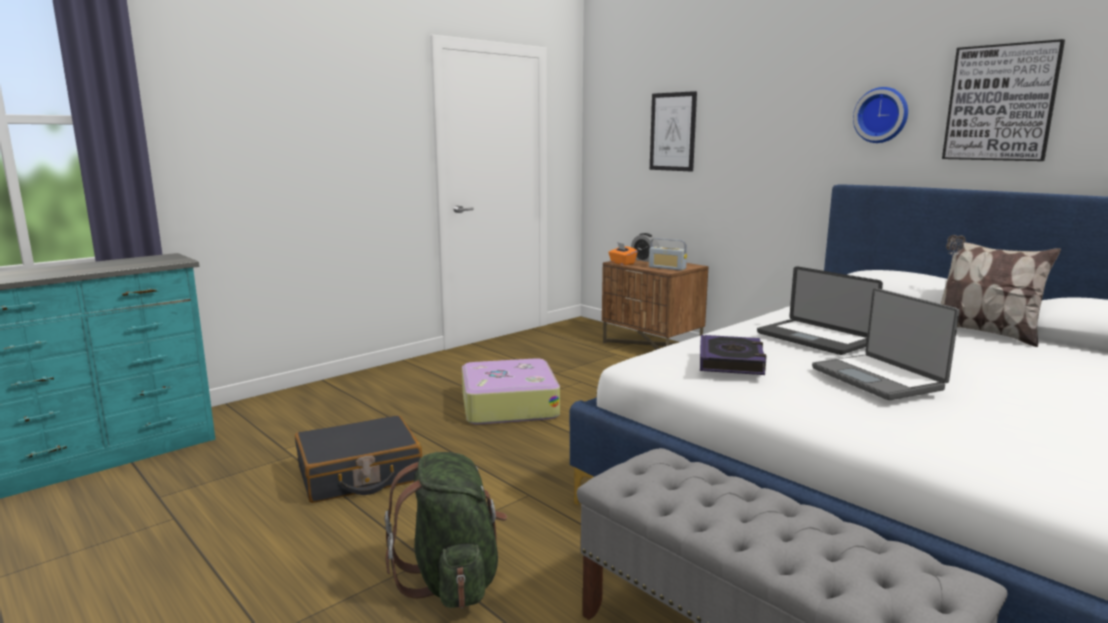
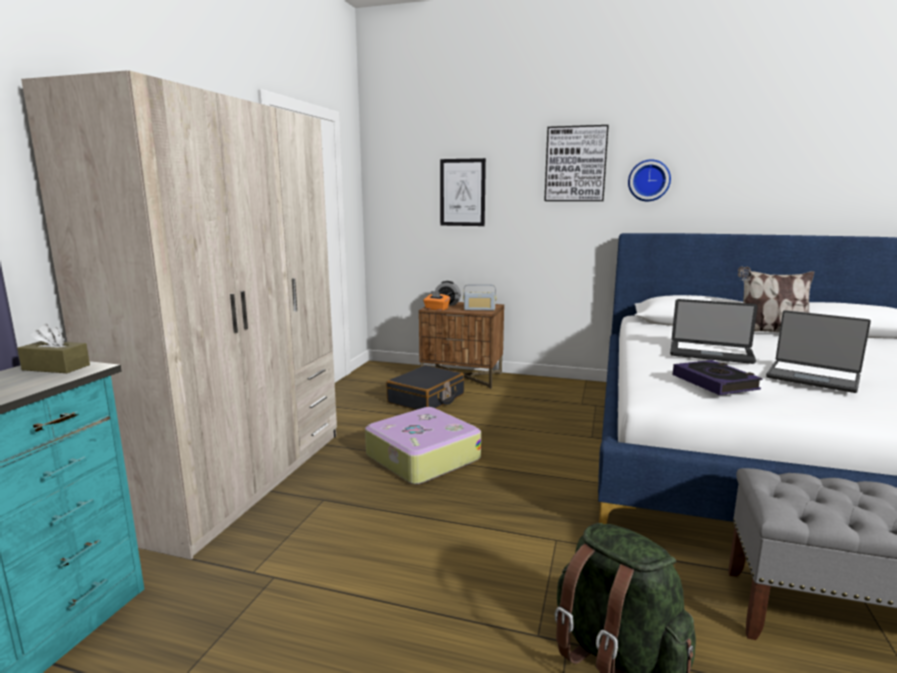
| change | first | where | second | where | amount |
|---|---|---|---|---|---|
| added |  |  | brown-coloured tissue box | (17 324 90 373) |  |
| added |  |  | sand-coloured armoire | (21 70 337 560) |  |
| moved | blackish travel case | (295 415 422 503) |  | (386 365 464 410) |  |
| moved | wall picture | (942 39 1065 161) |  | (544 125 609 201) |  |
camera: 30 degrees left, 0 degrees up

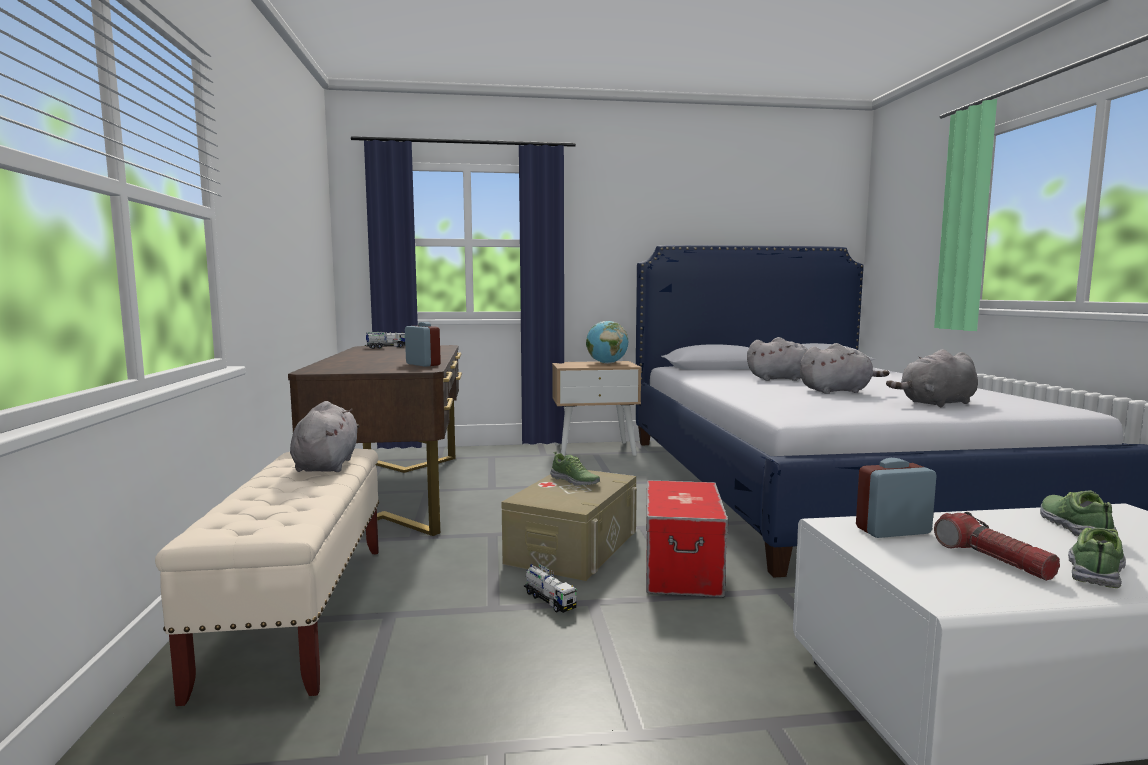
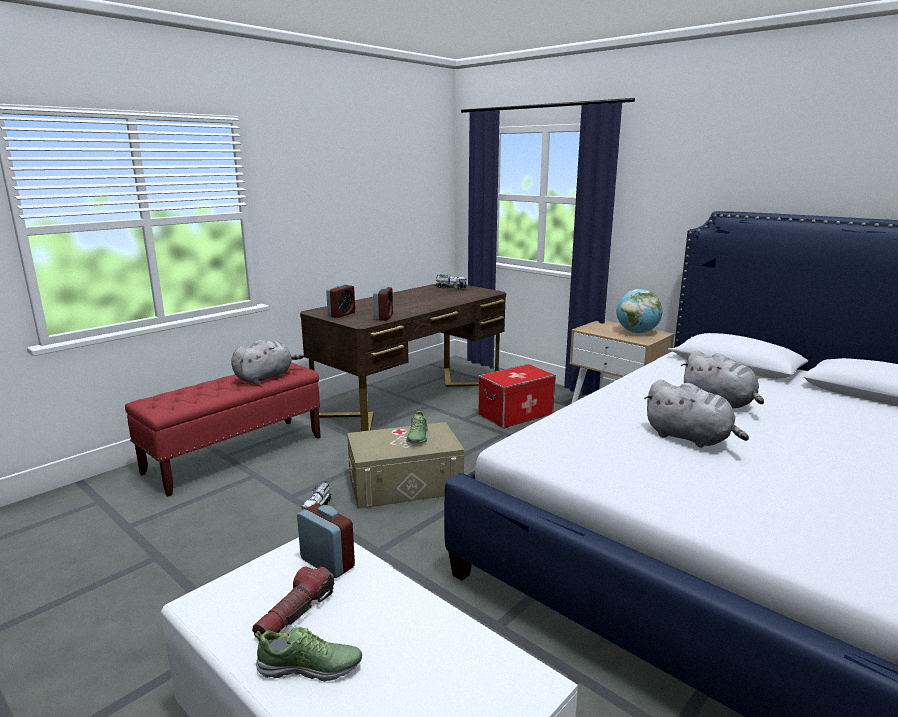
| change | first | where | second | where | amount |
|---|---|---|---|---|---|
| recoloured | sand-coloured indoor bench | (155 448 379 706) | red-coloured indoor bench | (125 362 321 496) |  |
| added |  |  | alarm clock | (326 284 355 318) |  |
| moved | storage bin | (646 480 728 597) |  | (478 364 556 428) |  |
| removed | grey soft toy | (886 349 978 407) |  |  |  |
| removed | low shoe | (1040 490 1117 536) |  |  |  |
camera: 50 degrees right, 10 degrees up

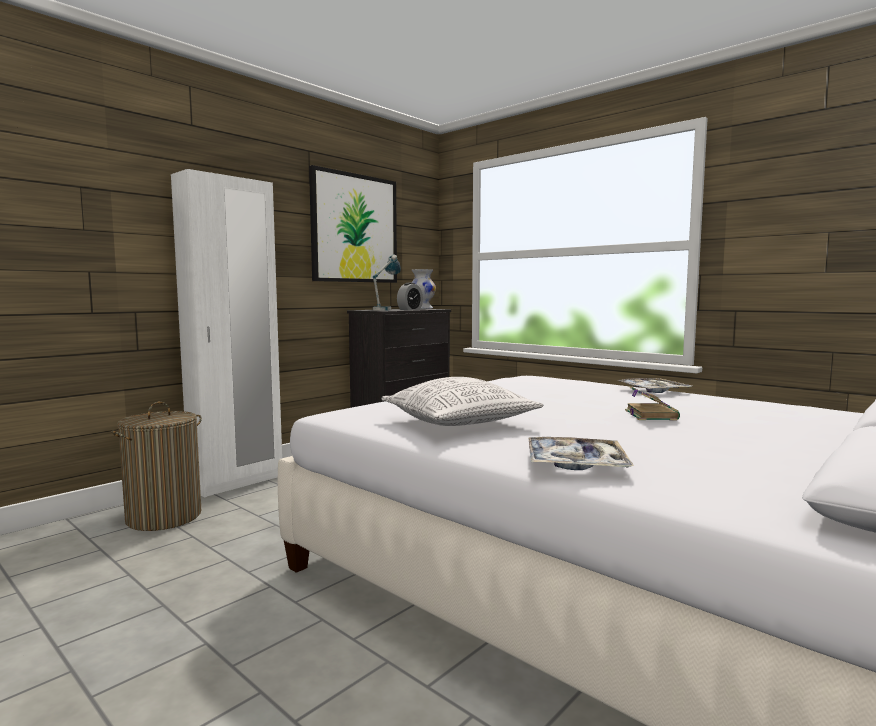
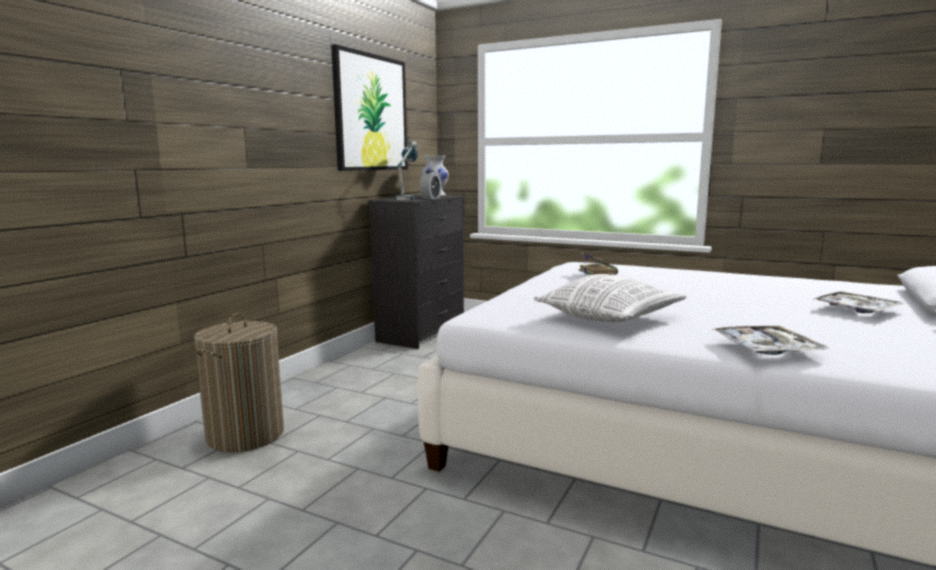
| change | first | where | second | where | amount |
|---|---|---|---|---|---|
| moved | book | (625 386 680 421) |  | (578 253 618 275) |  |
| moved | carrying tray | (617 378 692 393) |  | (812 291 903 313) |  |
| removed | whitish armoire | (171 169 282 497) |  |  |  |
camera: 15 degrees left, 5 degrees up

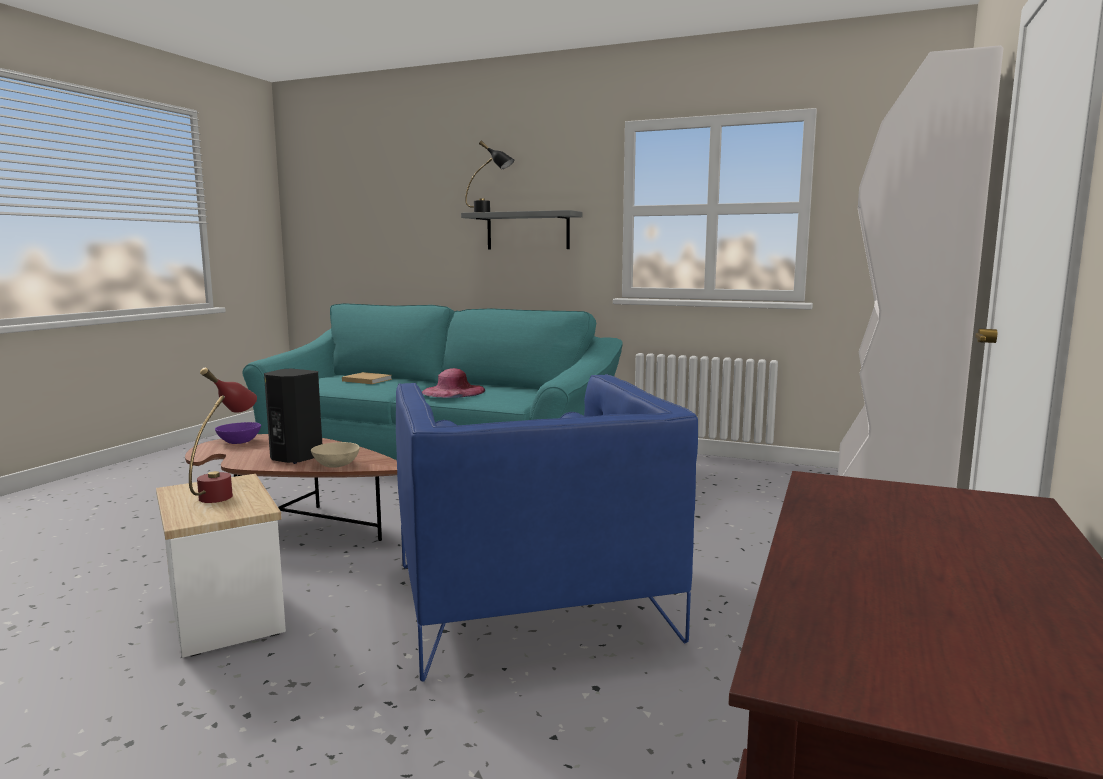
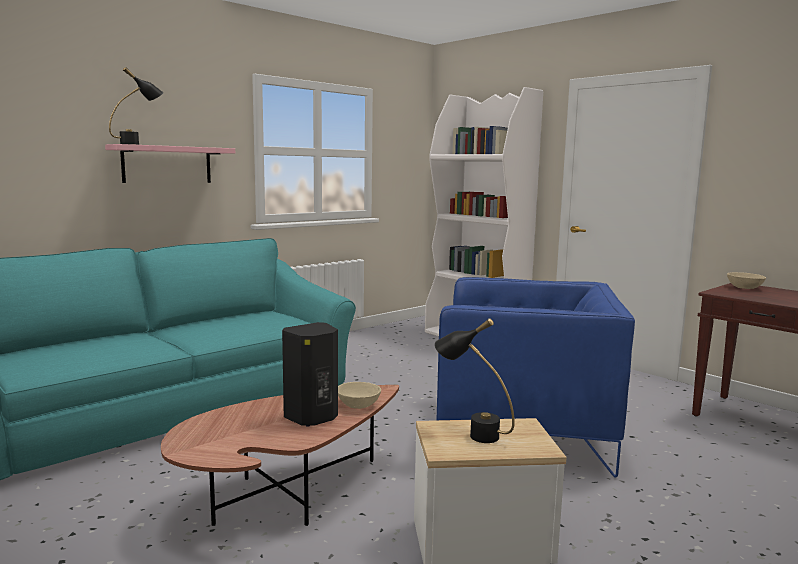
| change | first | where | second | where | amount |
|---|---|---|---|---|---|
| recoloured | grey bracket shelf | (461 210 583 249) | pinkish bracket shelf | (105 144 235 183) |  |
| recoloured | red-coloured lamp for a table | (189 368 257 503) | blackish lamp for a table | (434 318 515 443) |  |
| added |  |  | sand-coloured serving bowl | (727 272 766 289) |  |
| removed | purplish serving bowl | (215 422 261 444) |  |  |  |
| removed | sand-coloured book | (342 372 392 384) |  |  |  |
| removed | pinkish wearable hat | (422 368 485 398) |  |  |  |
camera: 65 degrees left, 0 degrees up

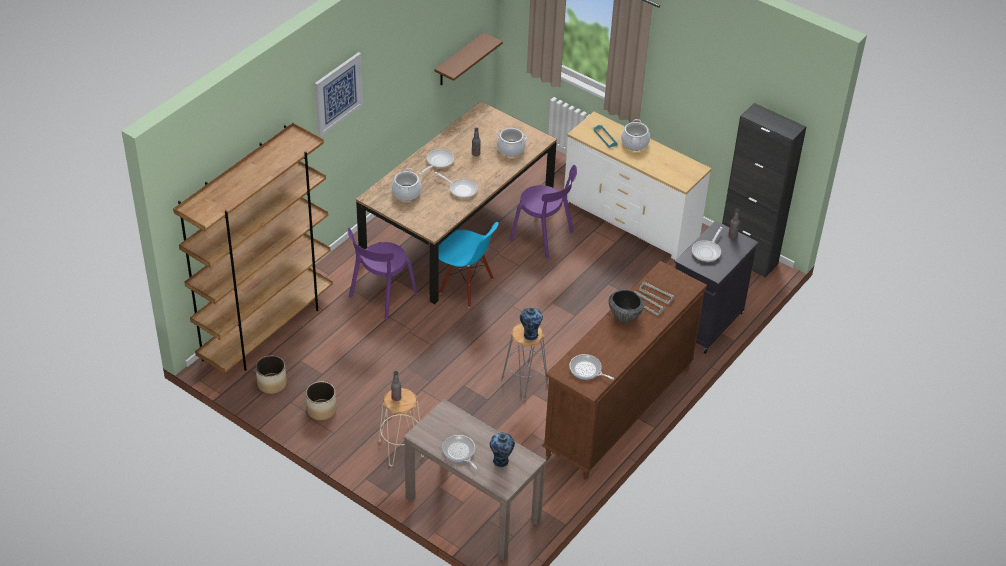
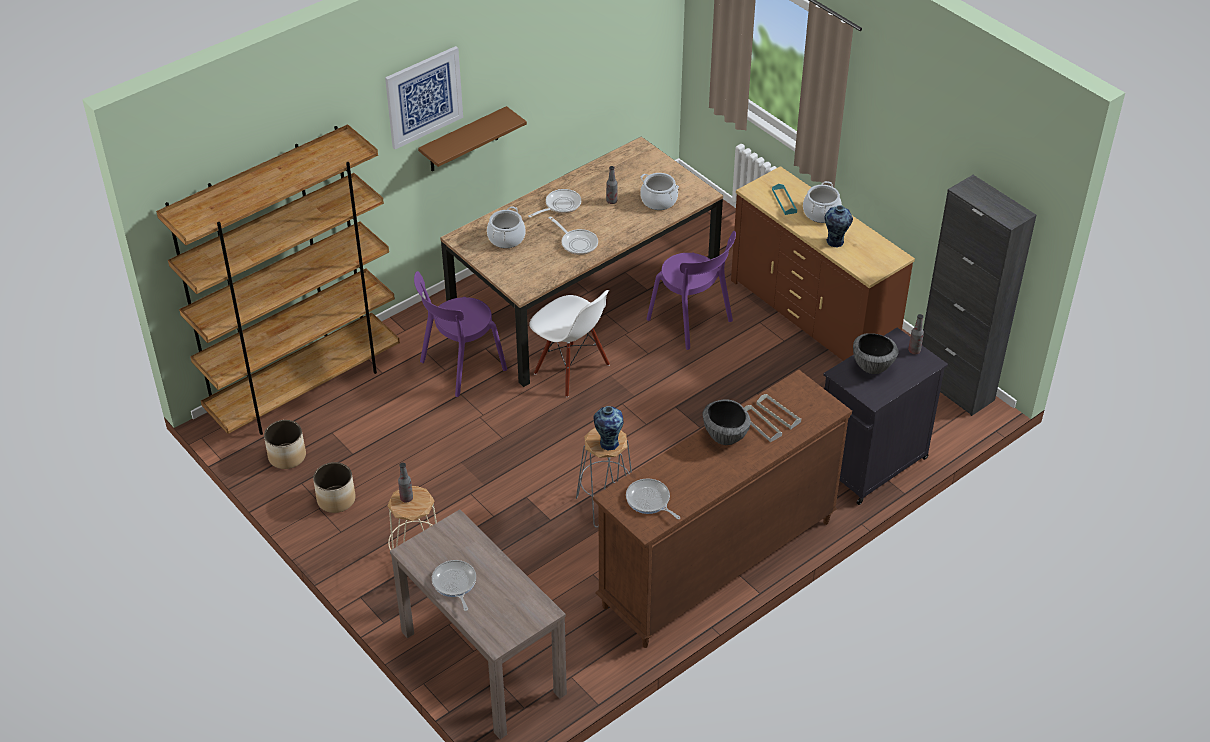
| change | first | where | second | where | amount |
|---|---|---|---|---|---|
| moved | brown-coloured bracket shelf | (435 33 503 85) |  | (418 106 527 171) |  |
| recoloured | blue-coloured upright chair | (439 222 499 308) | whitish upright chair | (529 290 610 397) |  |
| recoloured | whitish chest of drawers | (564 112 712 260) | brown-coloured chest of drawers | (731 166 915 361) |  |
| moved | vase | (490 432 515 467) |  | (825 205 853 248) |  |
| replaced | pan | (692 227 723 262) | serving bowl | (853 333 899 374) |  |
camera: 15 degrees right, 0 degrees up

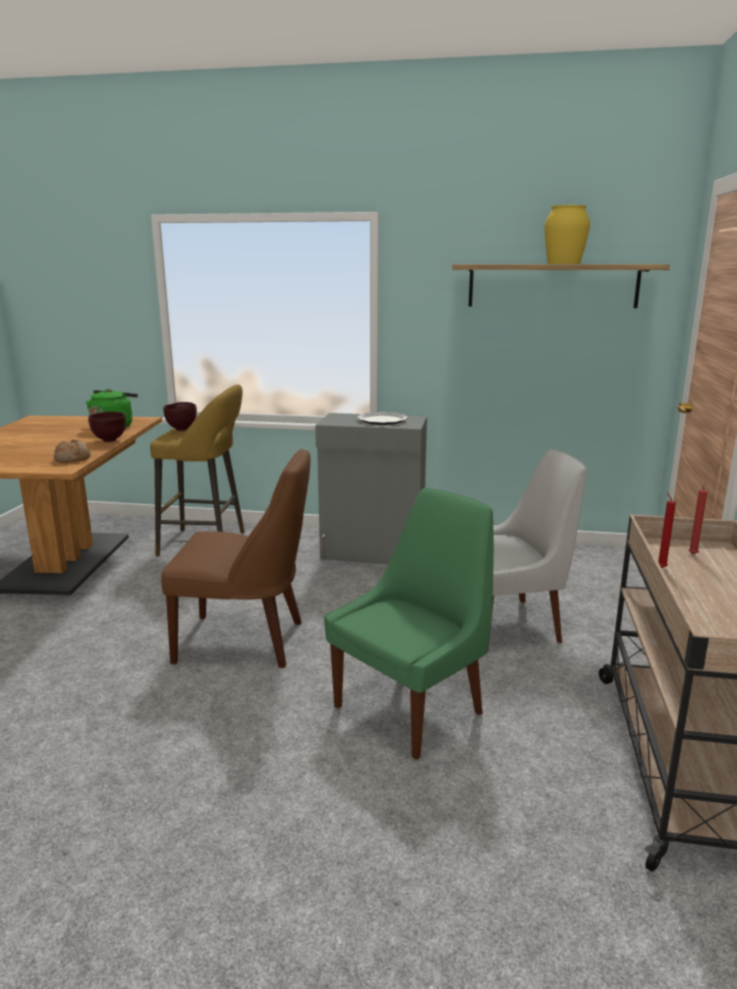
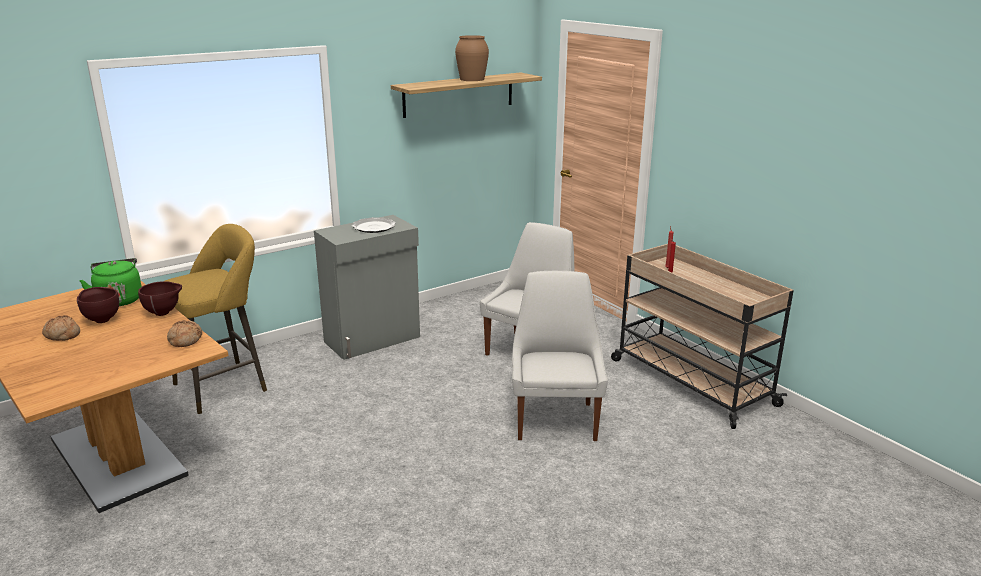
| change | first | where | second | where | amount |
|---|---|---|---|---|---|
| added |  |  | bread | (42 315 80 341) |  |
| moved | brown-coloured serving bowl | (163 402 197 431) |  | (77 287 119 323) |  |
| recoloured | yellow vase | (544 205 590 264) | brown-coloured vase | (455 35 489 81) |  |
| recoloured | green upright chair | (324 488 494 760) | whitish upright chair | (512 271 608 441) |  |
| removed | brown-coloured upright chair | (161 449 310 668) |  |  |  |
camera: 45 degrees left, 5 degrees up

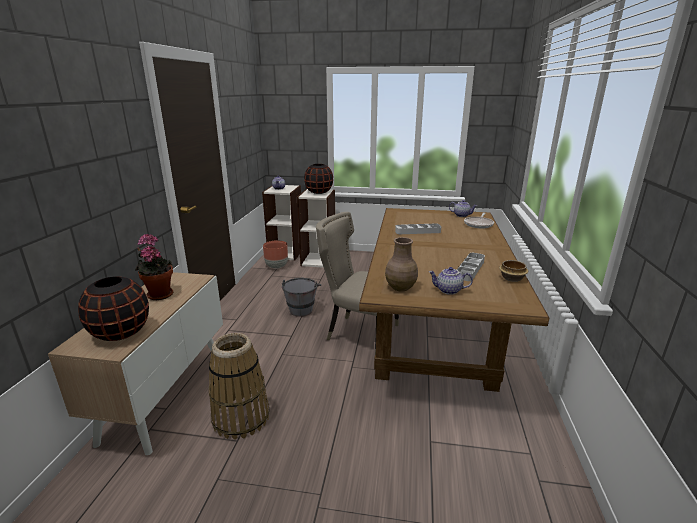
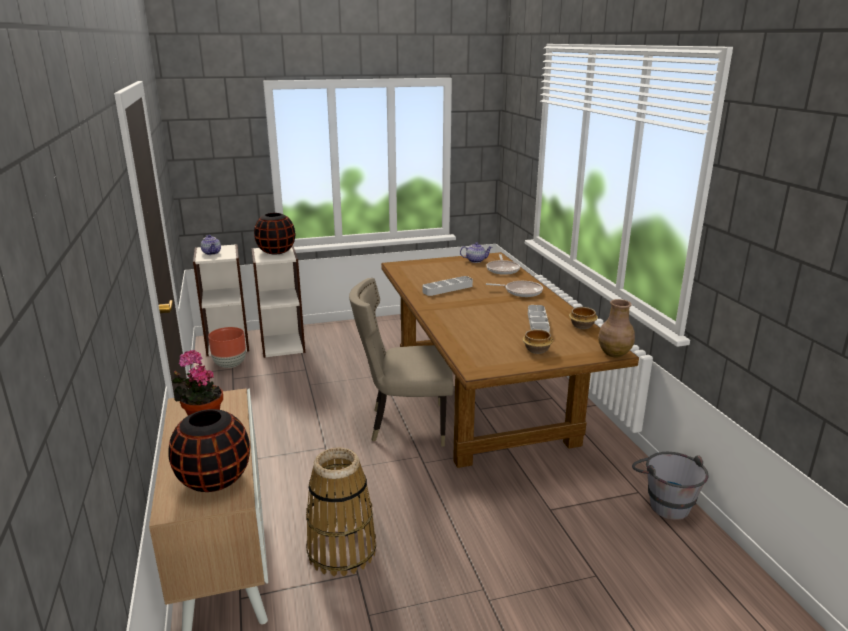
| change | first | where | second | where | amount |
|---|---|---|---|---|---|
| added |  |  | pan | (486 281 543 297) |  |
| replaced | pot for tea | (429 267 473 295) | serving bowl | (522 329 553 354) |  |
| moved | brown-coloured vase | (385 237 418 292) |  | (598 299 635 357) |  |
| moved | grey water bucket | (282 278 321 317) |  | (632 452 708 520) |  |
camera: 25 degrees left, 0 degrees up

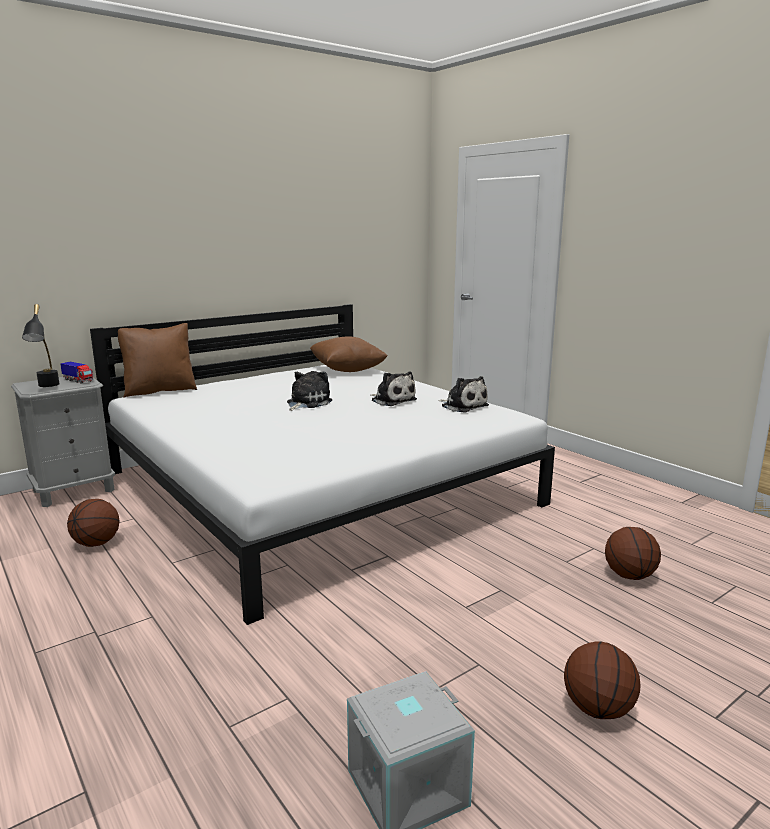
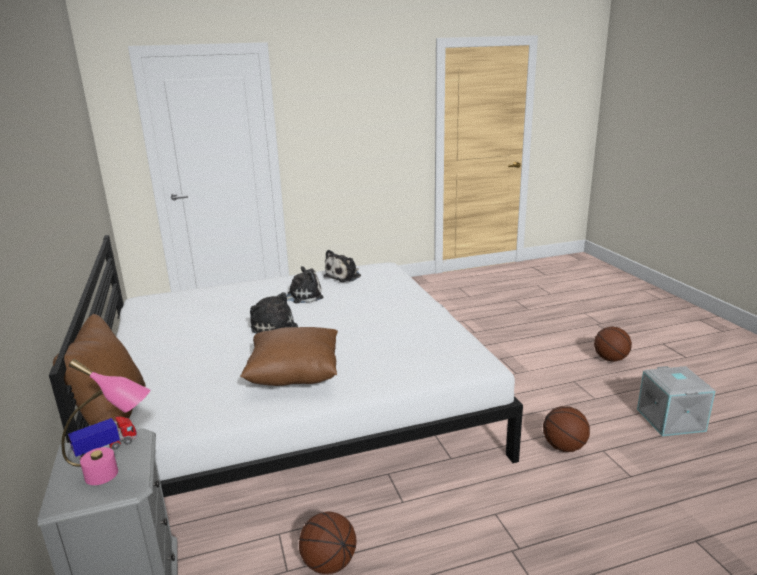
| change | first | where | second | where | amount |
|---|---|---|---|---|---|
| recoloured | blackish lamp for a table | (22 304 60 387) | pinkish lamp for a table | (61 359 150 485) |  |
| moved | brown-coloured pillow | (310 337 387 372) |  | (240 327 338 386) |  |
| turned | soft toy | (438 376 489 413) |  | (323 250 361 282) | 150 degrees clockwise |
| moved | basketball ball | (605 527 661 580) |  | (543 406 590 452) |  |
camera: 70 degrees left, 5 degrees up

